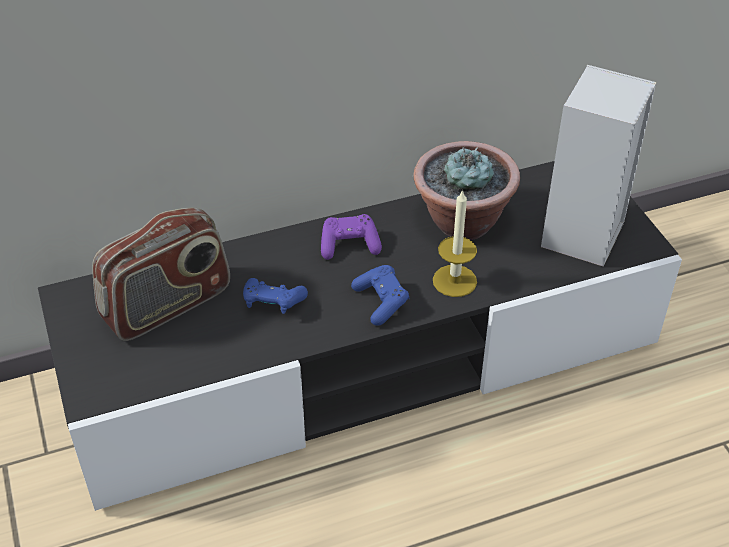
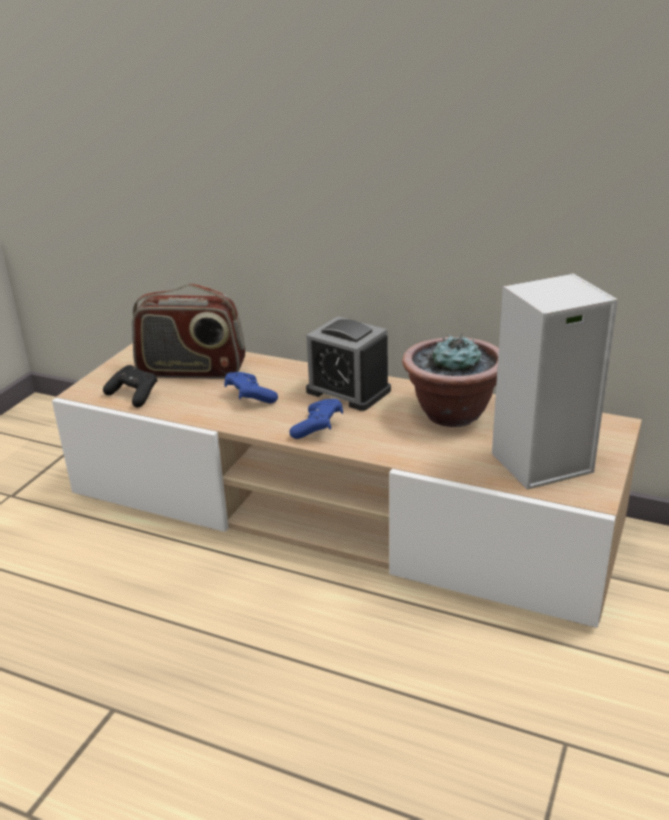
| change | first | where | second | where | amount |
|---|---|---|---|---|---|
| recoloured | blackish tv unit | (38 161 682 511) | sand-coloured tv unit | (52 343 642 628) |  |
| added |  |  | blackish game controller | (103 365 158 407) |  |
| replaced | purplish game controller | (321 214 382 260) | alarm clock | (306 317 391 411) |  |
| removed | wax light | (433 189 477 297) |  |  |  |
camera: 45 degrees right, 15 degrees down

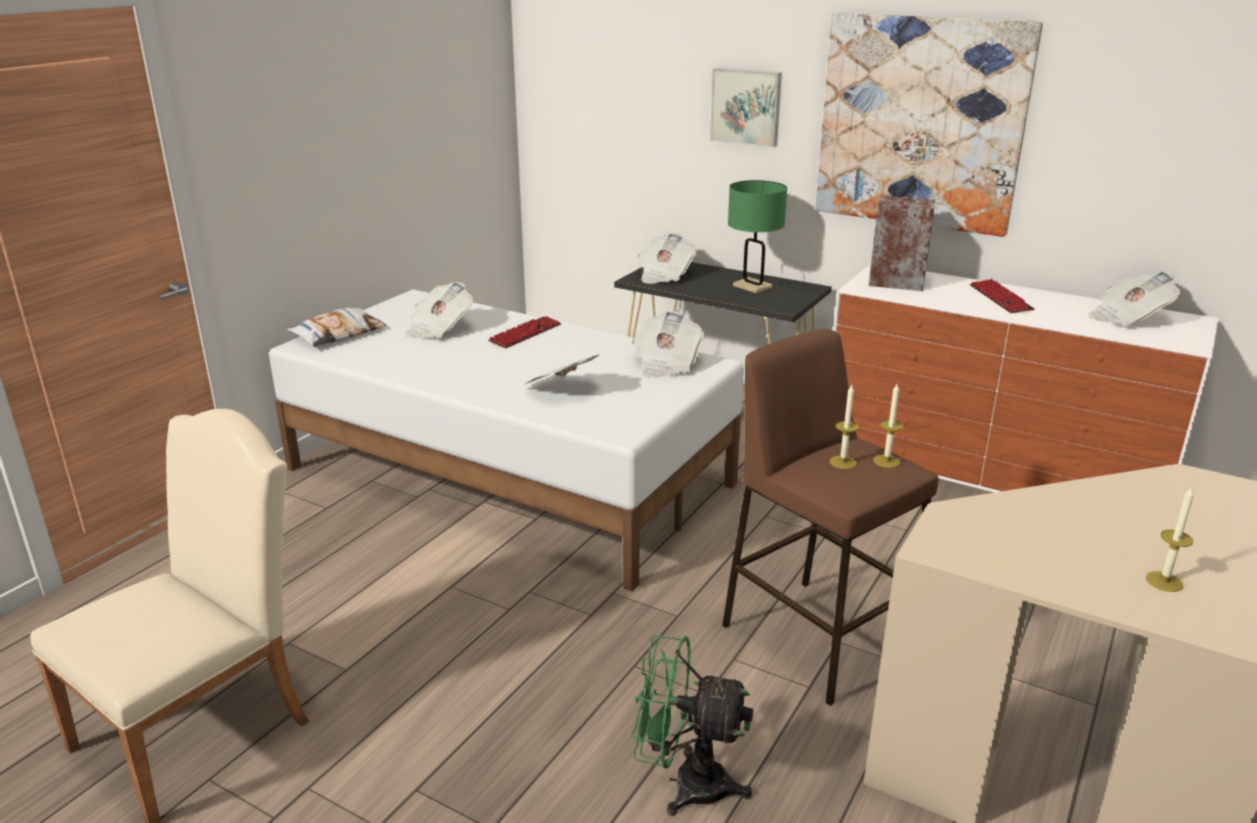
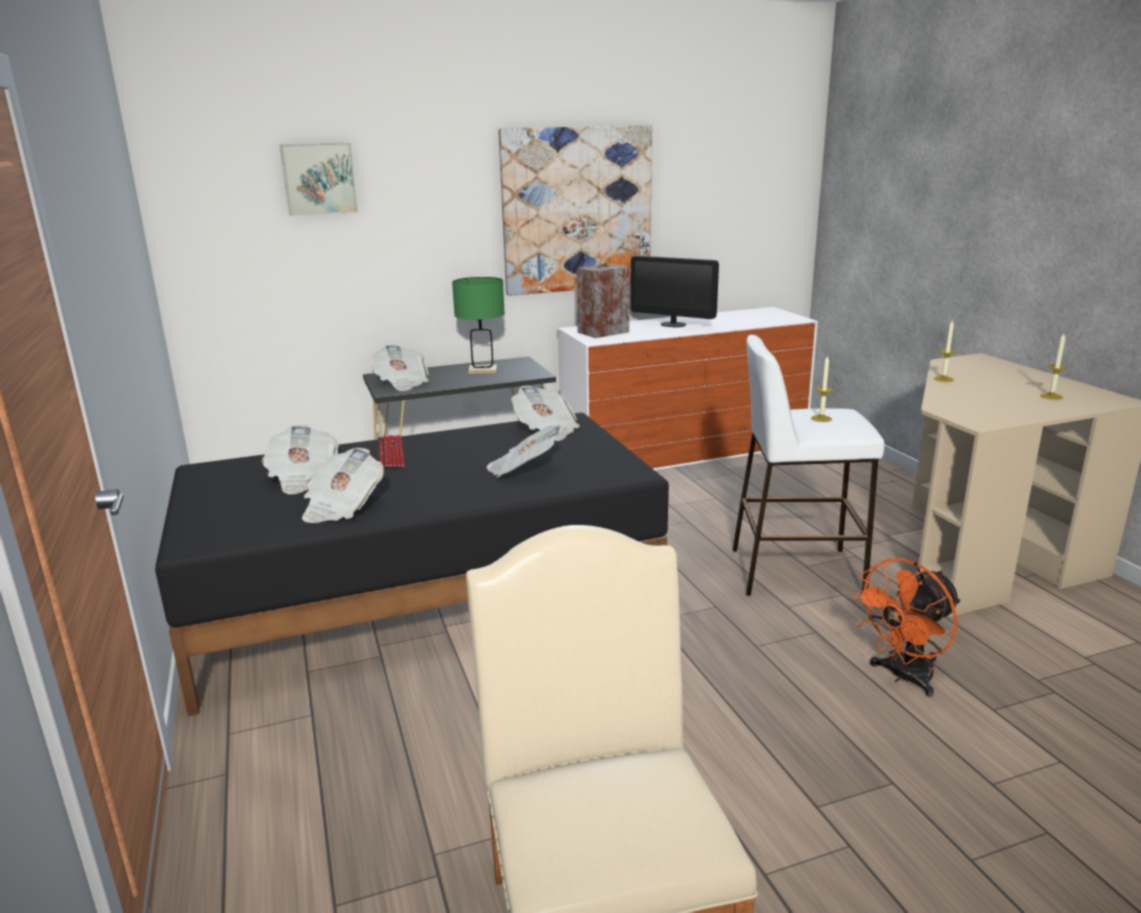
| change | first | where | second | where | amount |
|---|---|---|---|---|---|
| recoloured | whitish bed | (269 290 744 592) | blackish bed | (155 413 669 716) |  |
| moved | wall picture | (710 68 782 147) |  | (280 143 358 216) |  |
| moved | daily paper | (1088 271 1180 326) |  | (302 448 384 523) |  |
| replaced | computer keyboard | (970 279 1035 313) | monitor | (630 256 719 327) |  |
| recoloured | brown-coloured sitting stool | (722 329 938 706) | whitish sitting stool | (733 335 885 596) |  |
| recoloured | green fan | (631 635 754 816) | orange fan | (851 558 961 697) |  |
| moved | wax light | (873 384 903 468) |  | (934 321 956 382) |  |
| removed | pillow | (287 308 386 347) |  |  |  |
camera: 50 degrees left, 5 degrees down

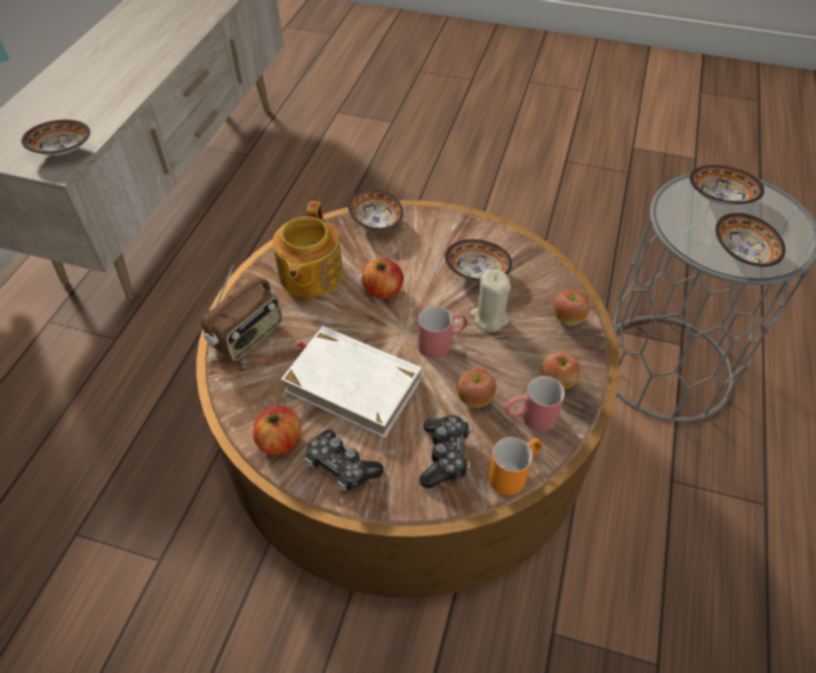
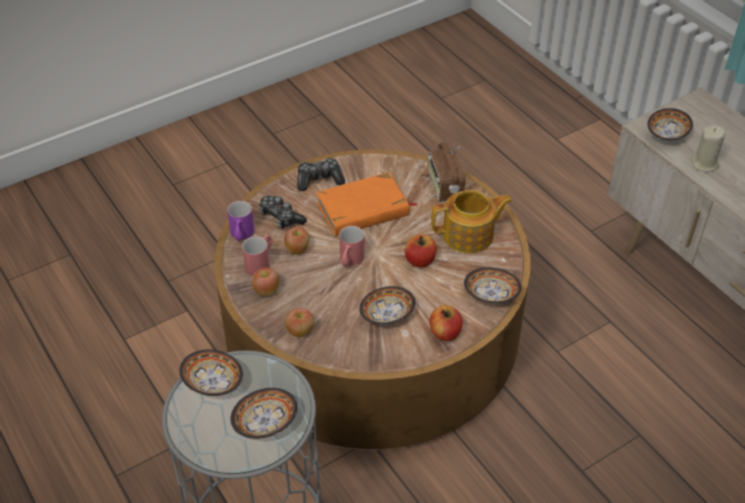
| change | first | where | second | where | amount |
|---|---|---|---|---|---|
| recoloured | orange tea mug | (488 437 542 495) | purplish tea mug | (227 201 254 242) |  |
| recoloured | whitish book | (281 326 422 438) | orange book | (316 172 417 236) |  |
| moved | apple | (253 406 301 456) |  | (430 305 462 341) |  |
| turned | pot for tea | (272 201 343 298) |  | (431 190 513 253) | 120 degrees clockwise |
| moved | sand-coloured wax light | (470 269 511 332) |  | (691 125 725 172) |  |
camera: 130 degrees right, 5 degrees down

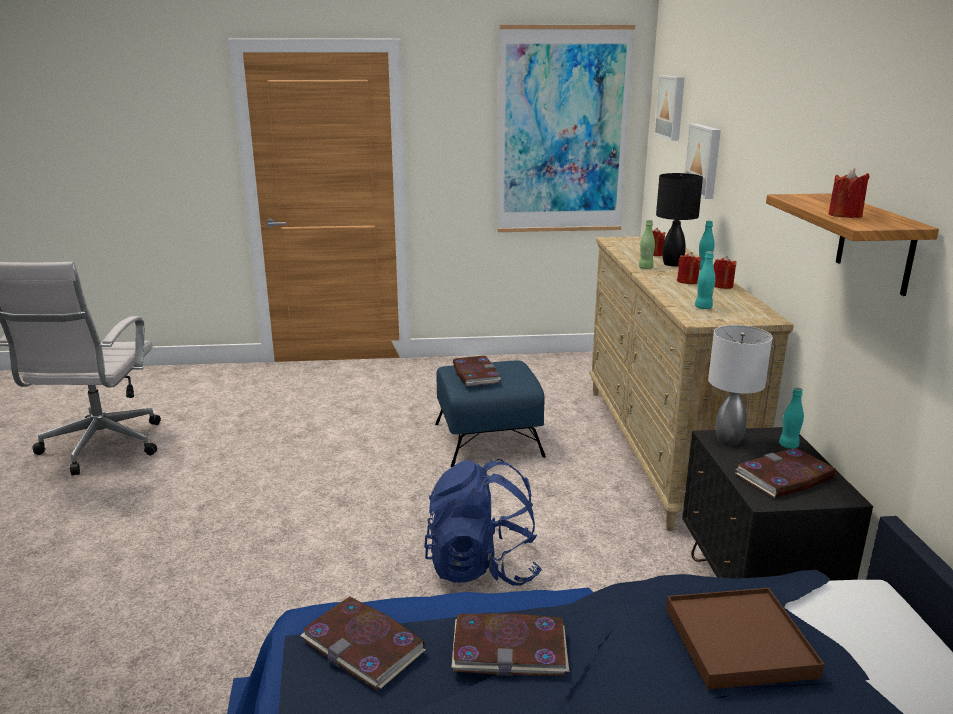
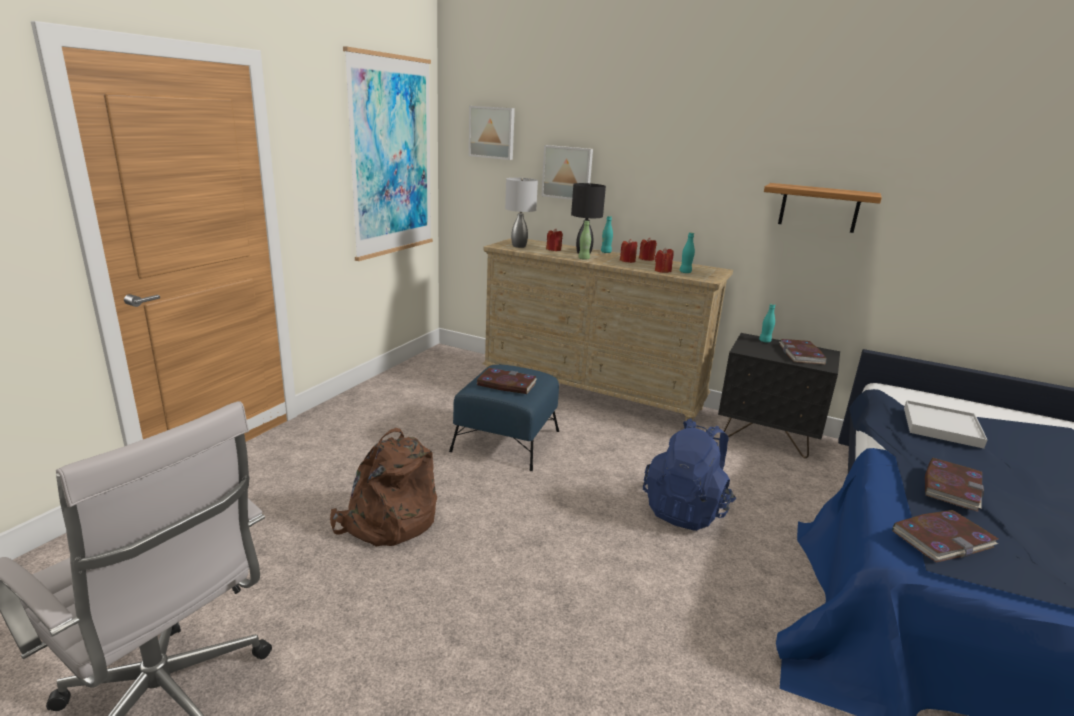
| change | first | where | second | where | amount |
|---|---|---|---|---|---|
| added |  |  | brown-coloured knapsack | (330 428 437 547) |  |
| moved | grey lamp for a table | (708 325 773 446) |  | (505 178 538 248) |  |
| moved | red-coloured wax light | (828 168 870 218) |  | (655 247 674 273) |  |
| recoloured | brown-coloured carrying tray | (666 588 824 690) | whitish carrying tray | (904 400 987 449) |  |
camera: 60 degrees left, 0 degrees up

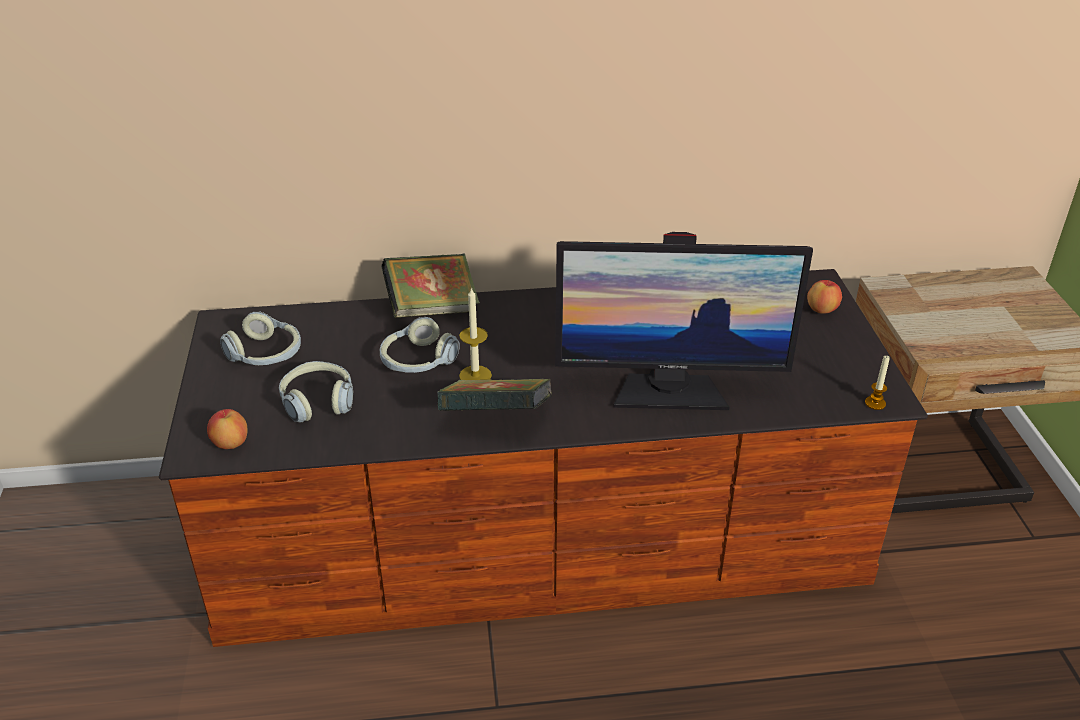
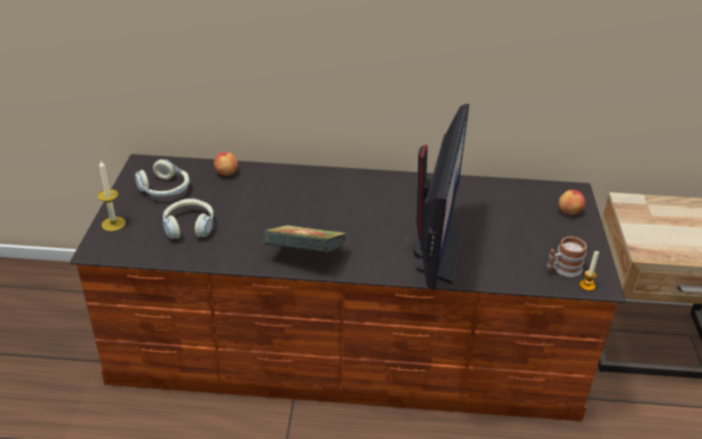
| change | first | where | second | where | amount |
|---|---|---|---|---|---|
| moved | wax light | (459 287 492 380) |  | (97 161 126 231) |  |
| moved | apple | (207 409 248 449) |  | (214 152 238 176) |  |
| turned | monitor | (555 232 813 410) |  | (413 104 469 291) | 90 degrees counterclockwise |
| added |  |  | tea mug | (547 236 587 277) |  |
| removed | headphones | (380 317 459 373) |  |  |  |
| removed | book | (381 253 480 318) |  |  |  |
camera: 10 degrees right, 0 degrees up

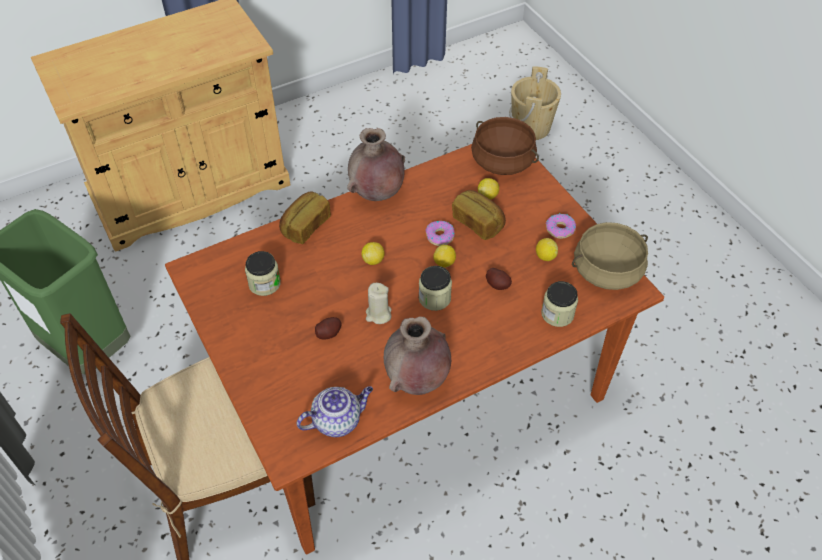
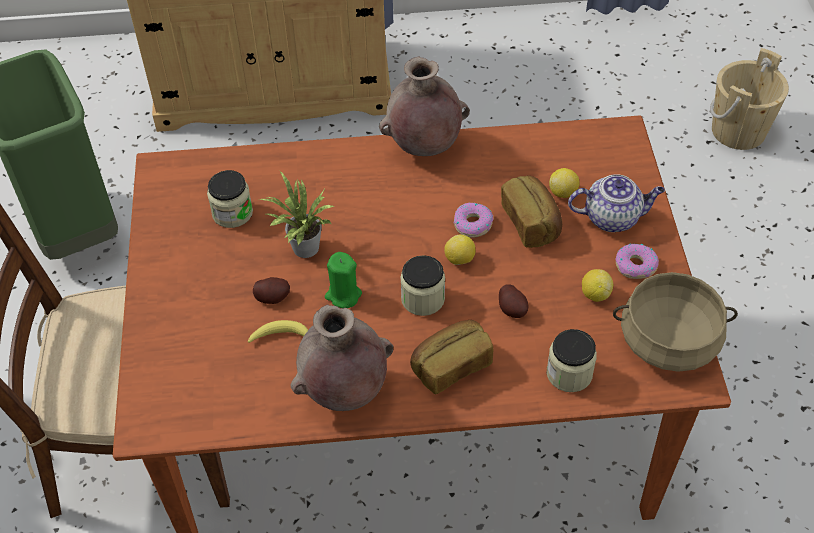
| change | first | where | second | where | amount |
|---|---|---|---|---|---|
| added |  |  | whole banana | (248 320 308 343) |  |
| added |  |  | houseplant | (259 171 334 258) |  |
| recoloured | sand-coloured wax light | (366 283 391 324) | green wax light | (325 252 362 308) |  |
| moved | bread | (279 191 331 244) |  | (410 320 493 394) |  |
| moved | pot for tea | (297 386 373 437) |  | (568 174 665 232) |  |
| removed | whole lemon | (361 242 385 265) |  |  |  |
| removed | brown-coloured cooking pot | (471 117 539 175) |  |  |  |
camera: 25 degrees right, 0 degrees up

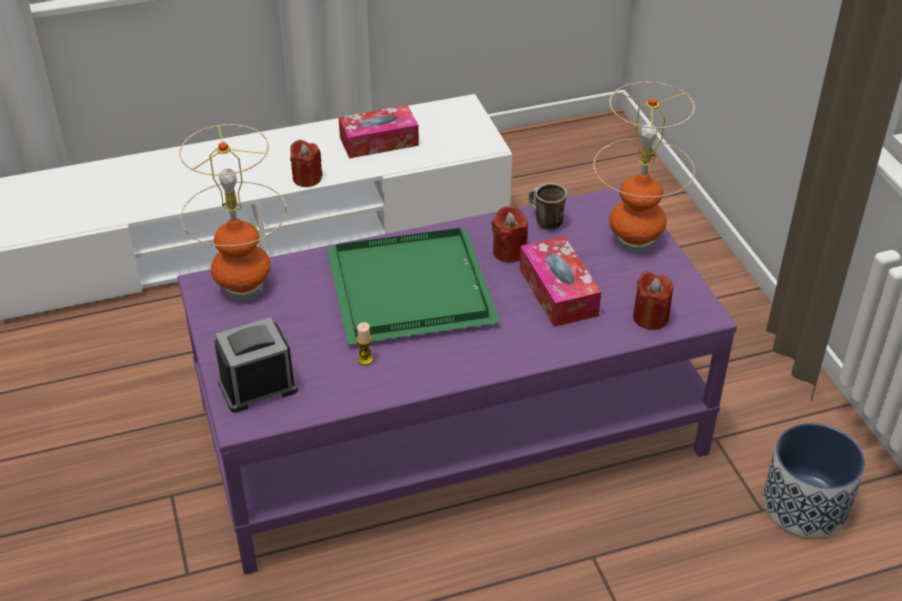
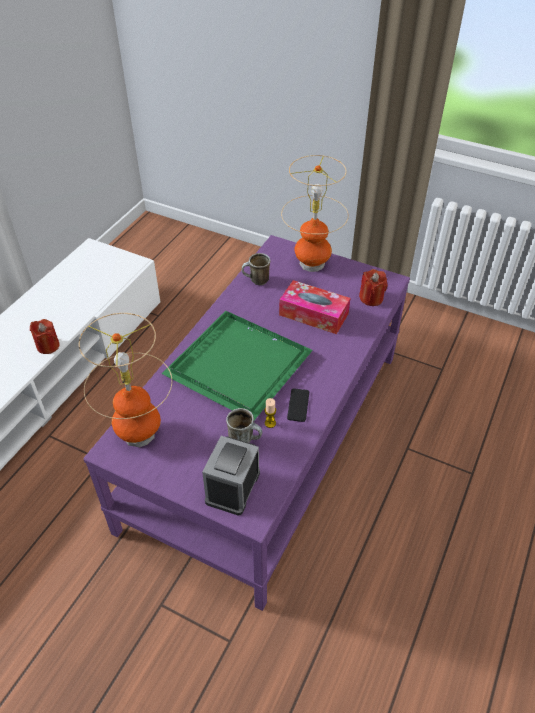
| change | first | where | second | where | amount |
|---|---|---|---|---|---|
| added |  |  | tea mug | (226 408 262 443) |  |
| added |  |  | phone | (287 389 309 422) |  |
| removed | tissue box | (339 105 419 158) |  |  |  |
| removed | red-coloured wax light | (492 206 528 263) |  |  |  |
| removed | flower pot | (763 423 865 538) |  |  |  |
camera: 45 degrees left, 5 degrees up

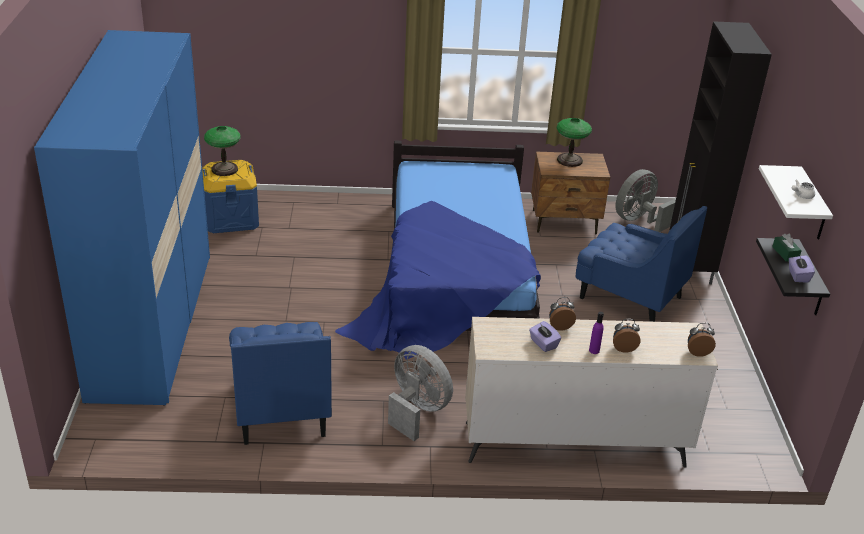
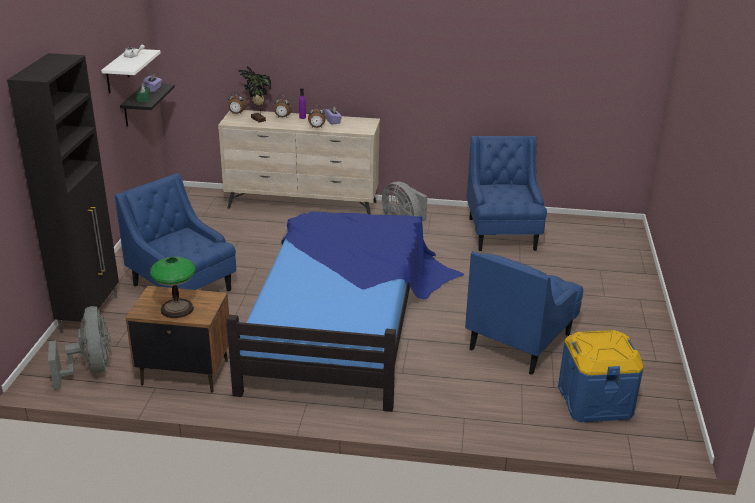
| change | first | where | second | where | amount |
|---|---|---|---|---|---|
| turned | grey fan | (616 169 676 232) |  | (48 306 111 390) | 75 degrees counterclockwise |
| added |  |  | houseplant | (239 67 272 123) |  |
| added |  |  | blue-coloured lounge chair | (465 251 583 375) |  |
| removed | blue-coloured armoire | (34 30 210 406) |  |  |  |
| removed | lamp for a table | (204 126 241 176) |  |  |  |
camera: 170 degrees left, 5 degrees down

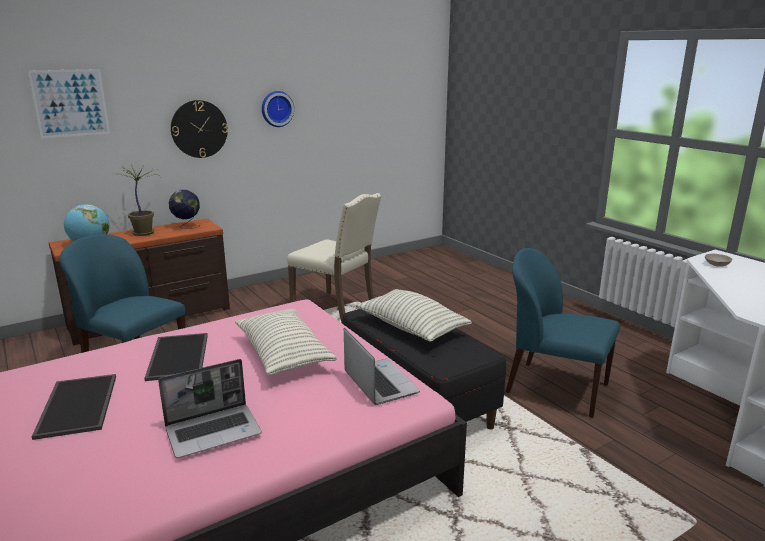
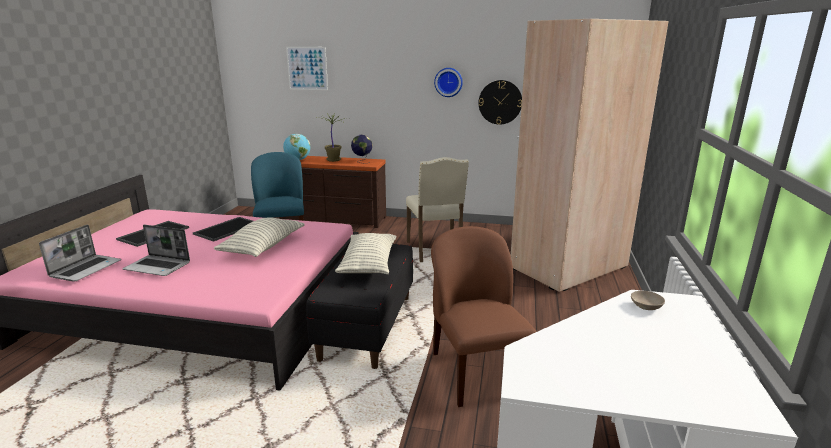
| change | first | where | second | where | amount |
|---|---|---|---|---|---|
| moved | notebook computer | (344 328 420 405) |  | (39 225 121 282) |  |
| recoloured | blue-coloured upright chair | (506 248 620 418) | brown-coloured upright chair | (431 226 537 407) |  |
| moved | clock on the wall | (171 100 228 158) |  | (479 80 522 125) |  |
| added |  |  | sand-coloured armoire | (511 19 669 292) |  |
camera: 45 degrees right, 0 degrees up

